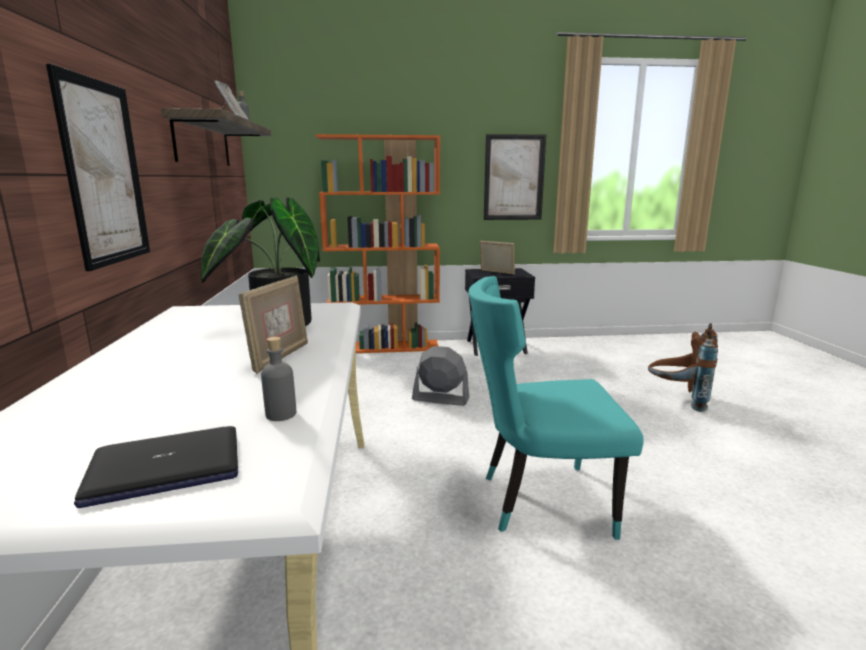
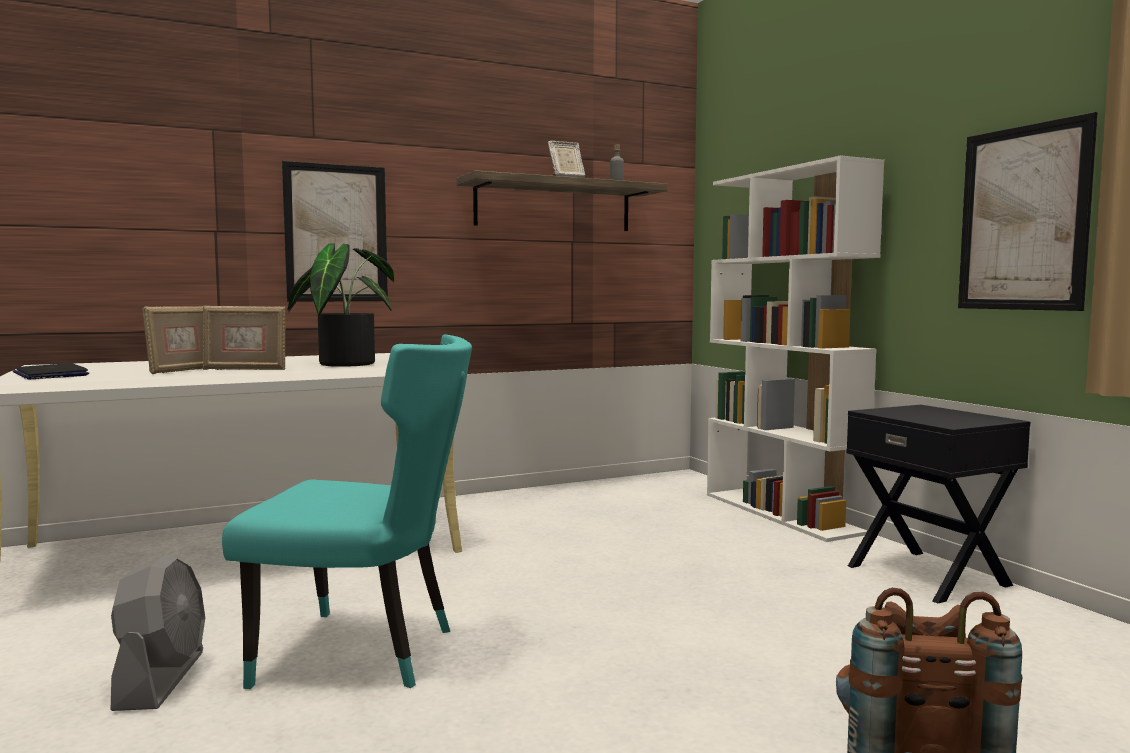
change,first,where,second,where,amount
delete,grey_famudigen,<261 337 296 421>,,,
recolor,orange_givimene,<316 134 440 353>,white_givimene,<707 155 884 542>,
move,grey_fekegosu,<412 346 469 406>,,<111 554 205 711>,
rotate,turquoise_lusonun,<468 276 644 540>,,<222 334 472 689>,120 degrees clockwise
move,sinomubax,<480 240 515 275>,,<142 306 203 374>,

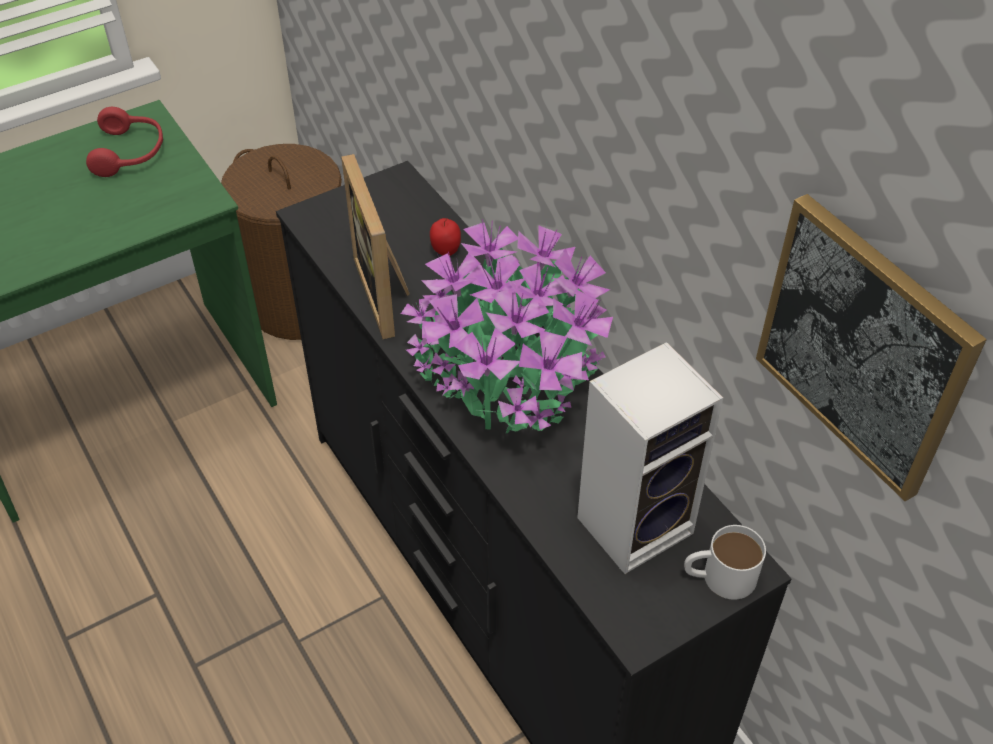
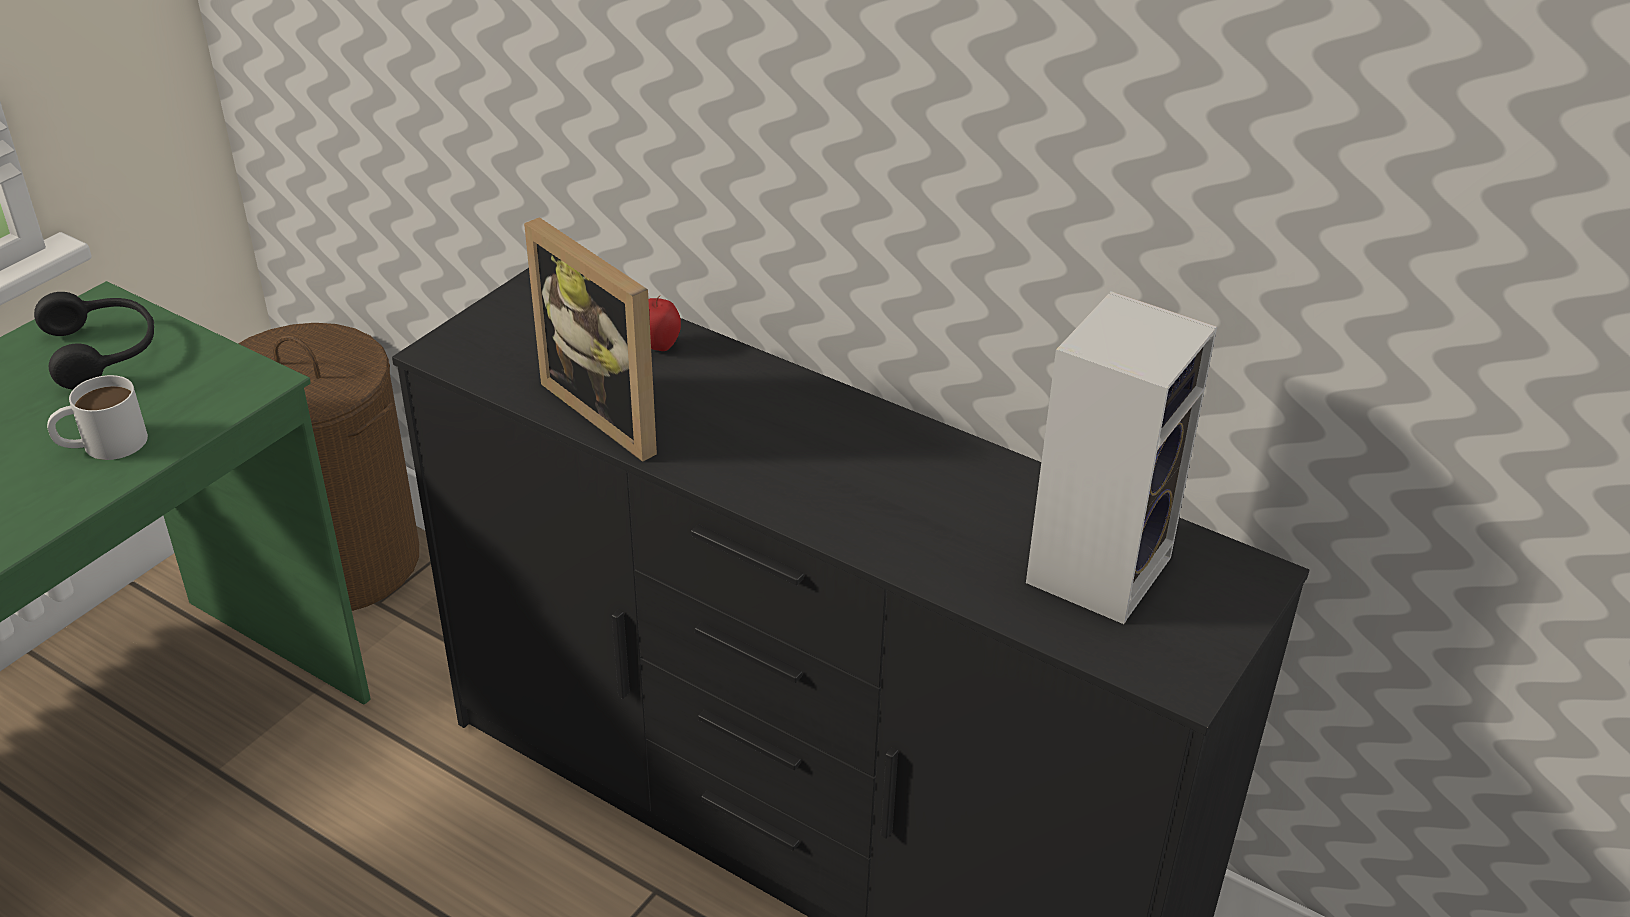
change,first,where,second,where,amount
recolor,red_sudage,<86 107 163 177>,black_sudage,<34 292 154 389>,
delete,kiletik,<401 219 613 434>,,,
move,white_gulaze,<684 525 766 600>,,<47 375 148 460>,
delete,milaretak,<756 194 987 501>,,,

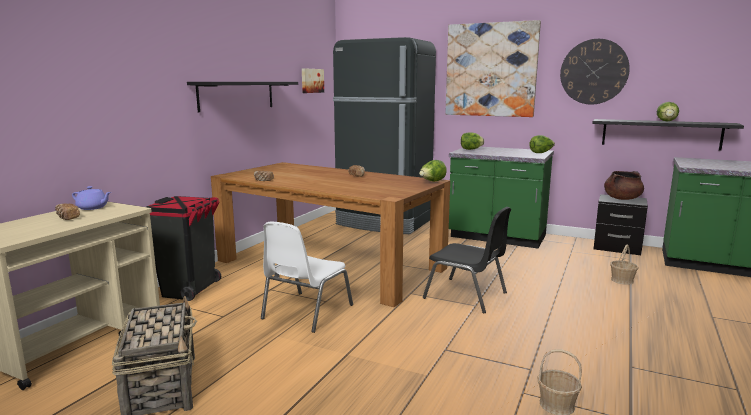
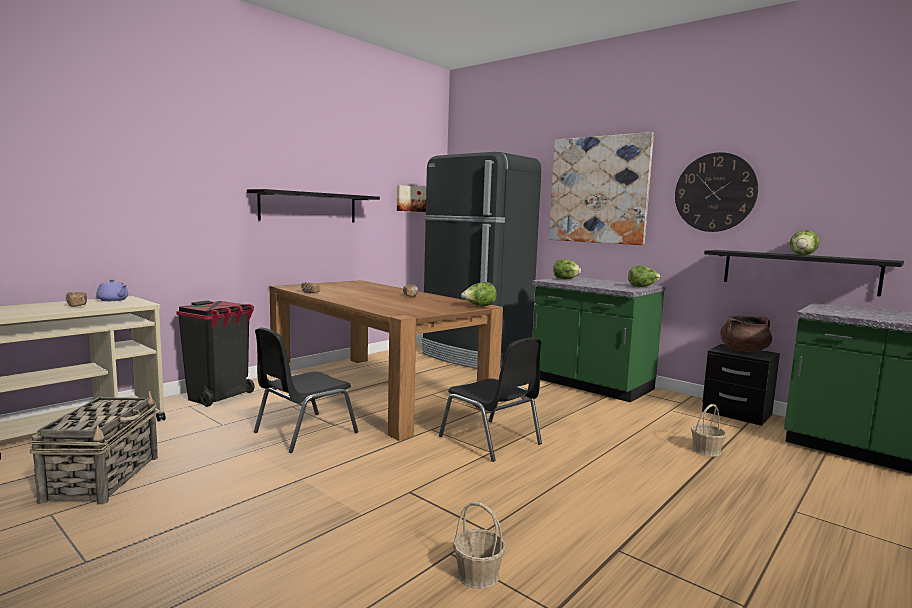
change,first,where,second,where,amount
recolor,white_lusonun,<261 222 353 333>,black_lusonun,<254 327 358 453>,

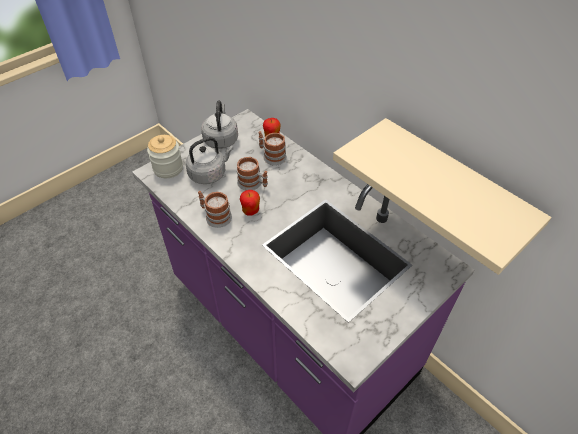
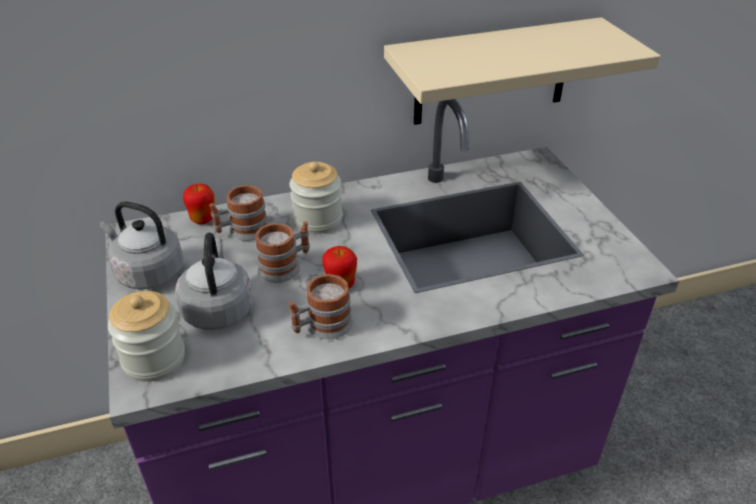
change,first,where,second,where,amount
insert,,,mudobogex,<289 162 342 234>,

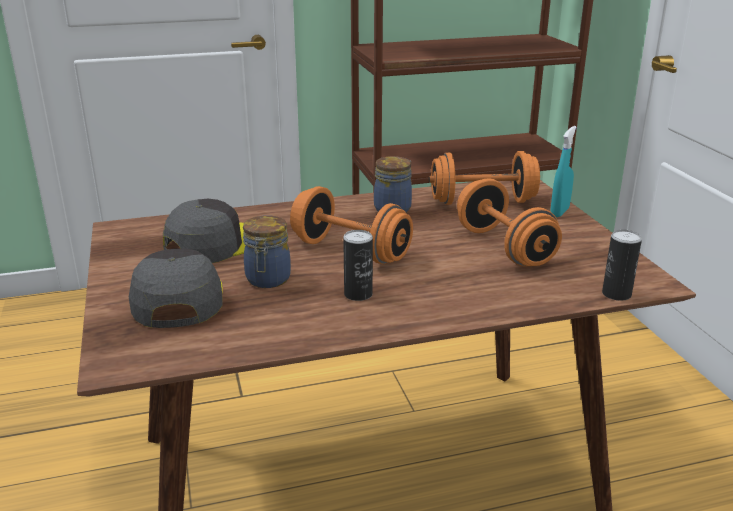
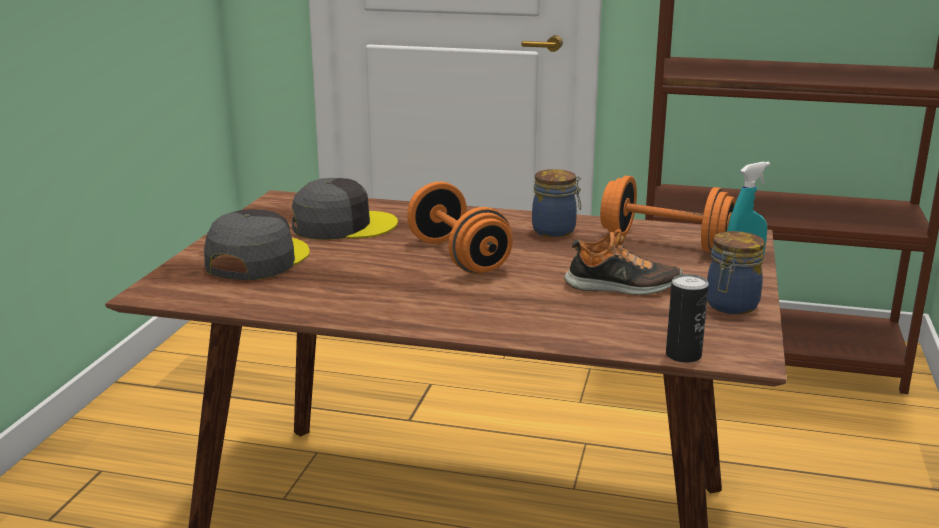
change,first,where,second,where,amount
move,mudobogex,<243 215 291 288>,,<707 231 765 314>,
delete,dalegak,<343 230 373 301>,,,
replace,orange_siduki,<457 178 562 267>,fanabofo,<564 229 683 295>,

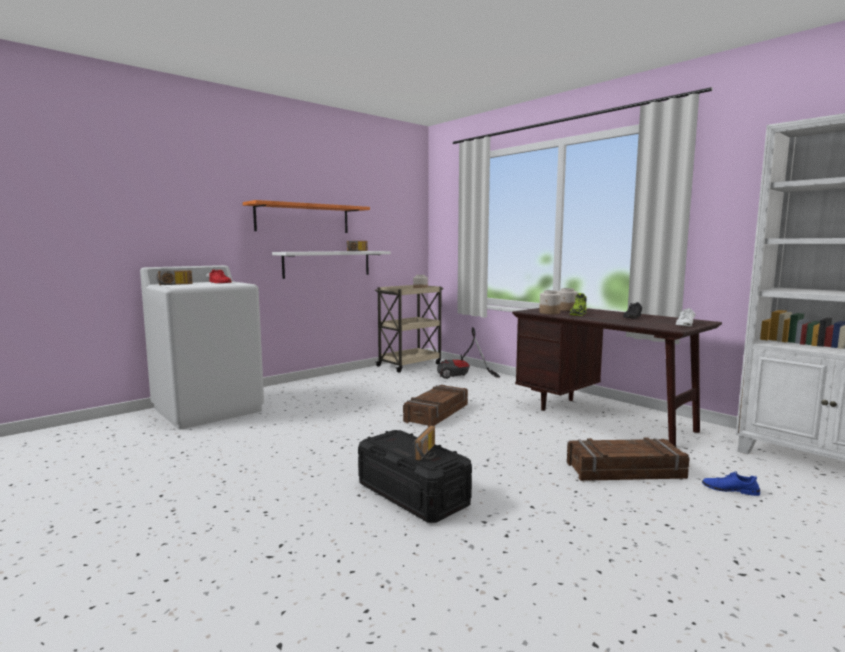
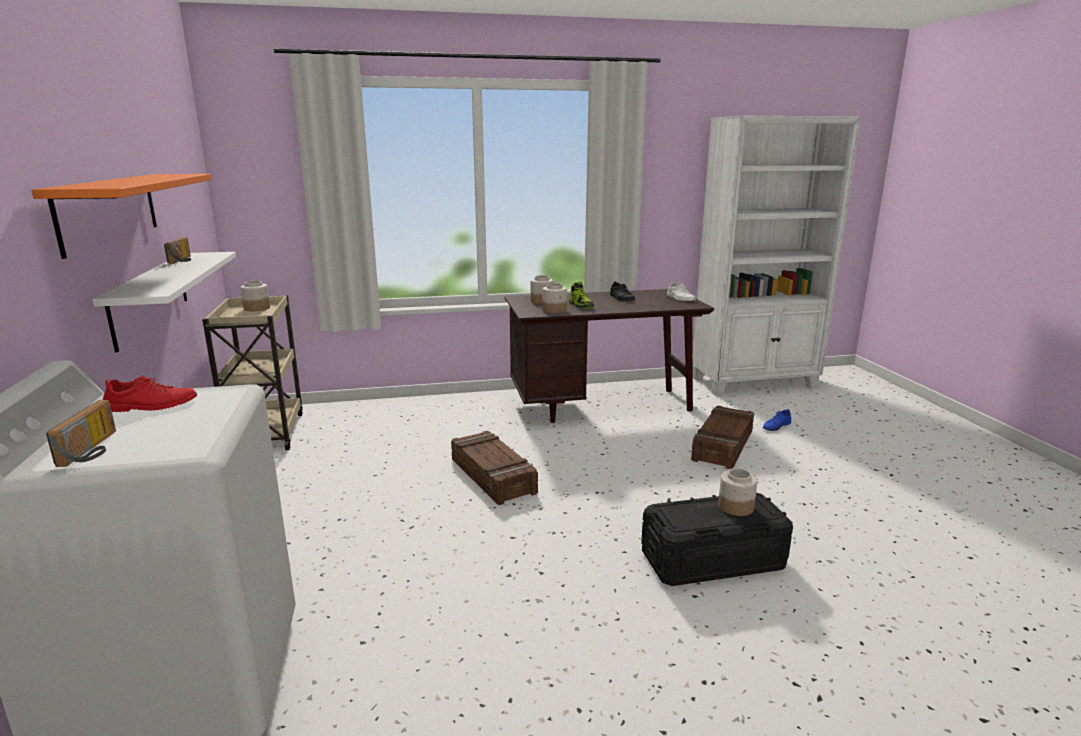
change,first,where,second,where,amount
replace,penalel,<414 426 436 461>,mudobogex,<718 468 757 516>,
delete,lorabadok,<437 327 500 379>,,,

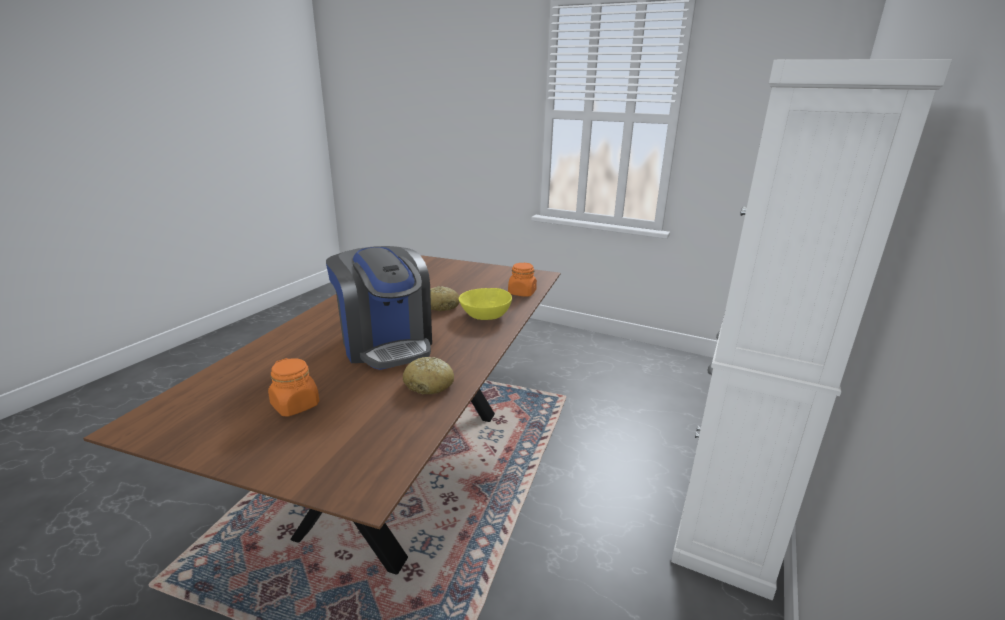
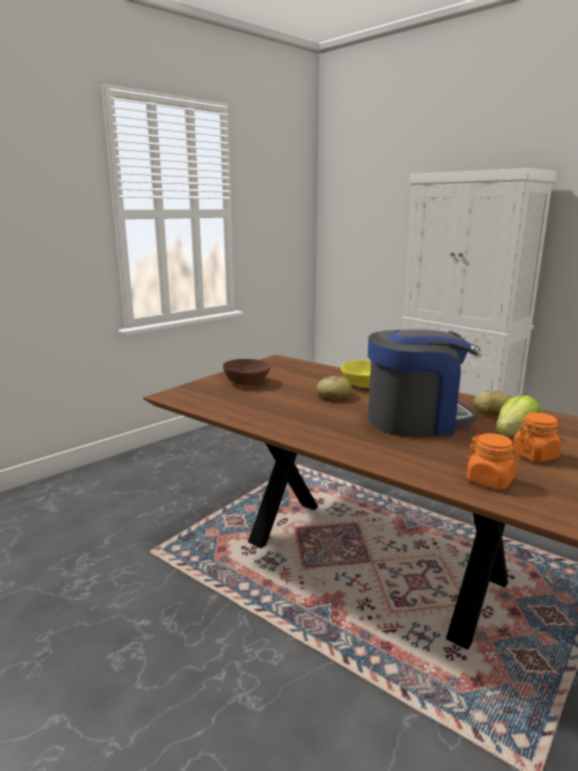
change,first,where,second,where,amount
move,orange_mudobogex,<508 263 537 297>,,<466 433 522 490>,
insert,,,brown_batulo,<223 359 271 385>,
insert,,,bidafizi,<496 395 542 437>,

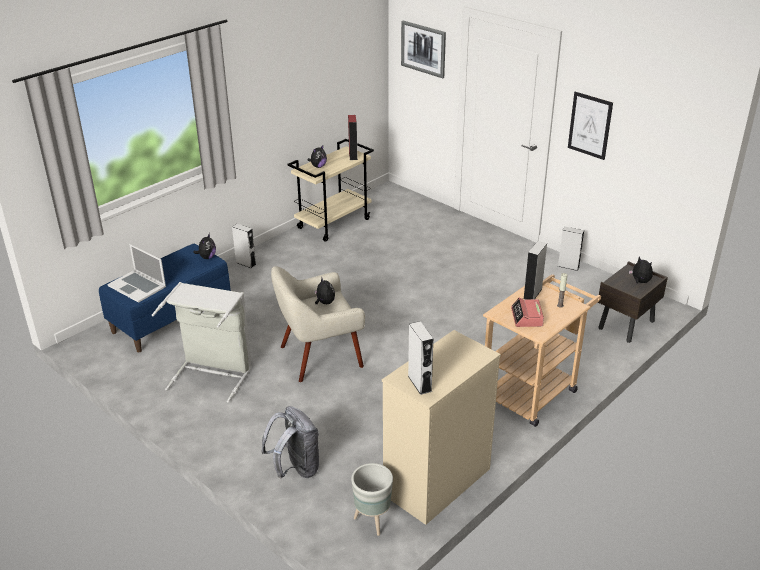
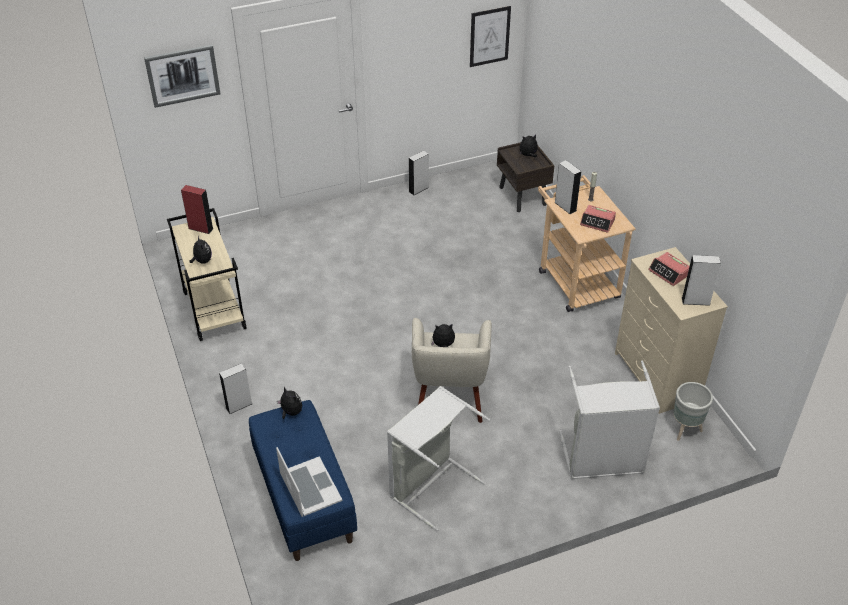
change,first,where,second,where,amount
rotate,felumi,<107 244 166 303>,,<276 447 343 517>,90 degrees counterclockwise
replace,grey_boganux,<261 406 320 479>,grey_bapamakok,<559 361 660 480>,
move,milaretak,<568 92 613 160>,,<470 6 511 67>,
insert,,,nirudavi,<648 252 689 286>,

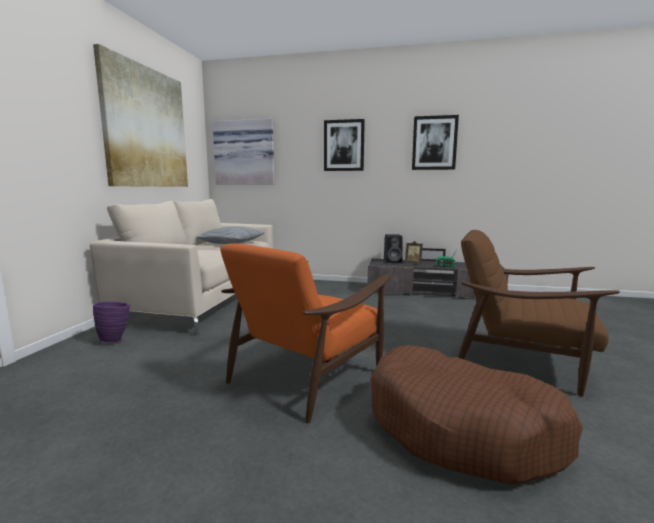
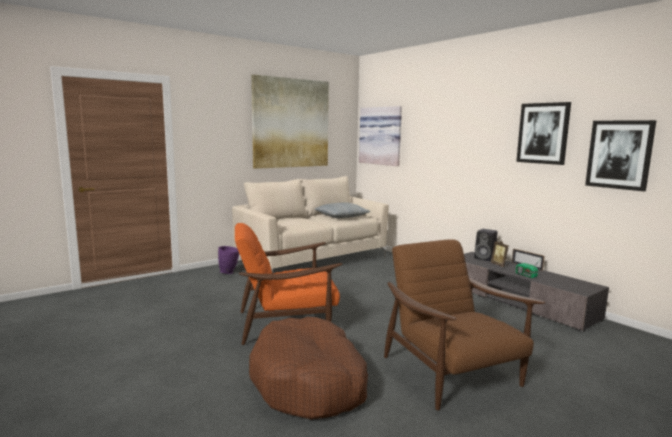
change,first,where,second,where,amount
move,milaretak,<324 119 365 171>,,<585 120 656 191>,

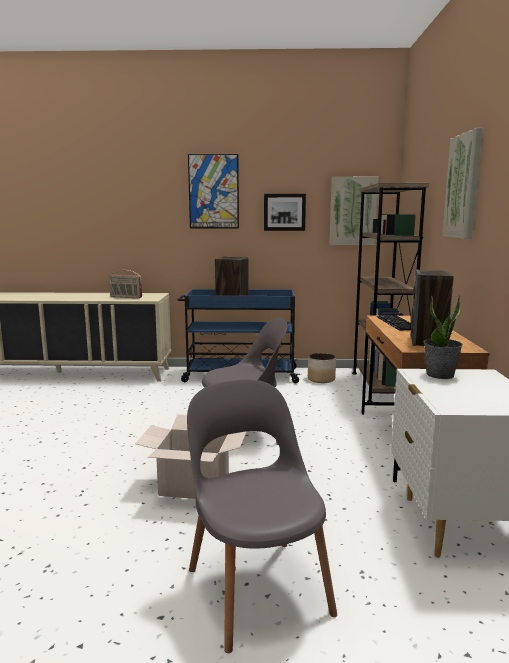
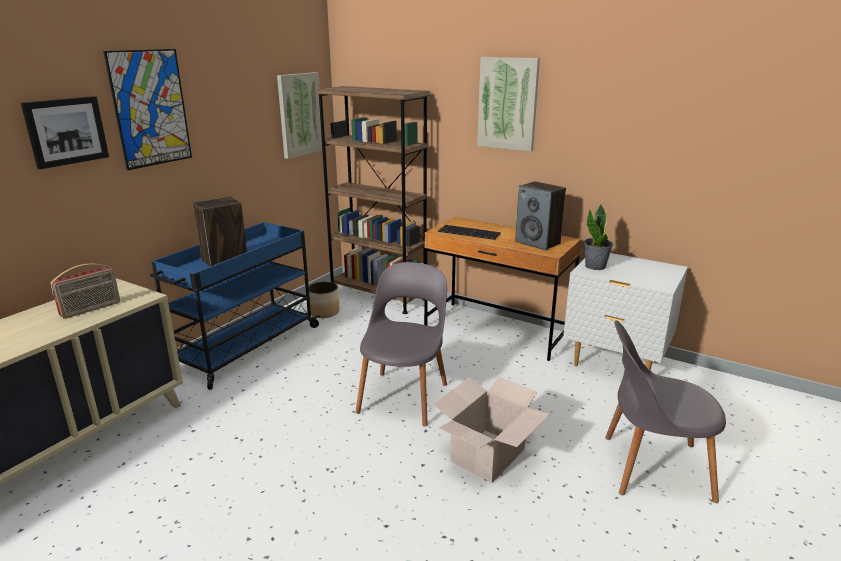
change,first,where,second,where,amount
move,milaretak,<264 194 306 231>,,<21 96 109 169>,

